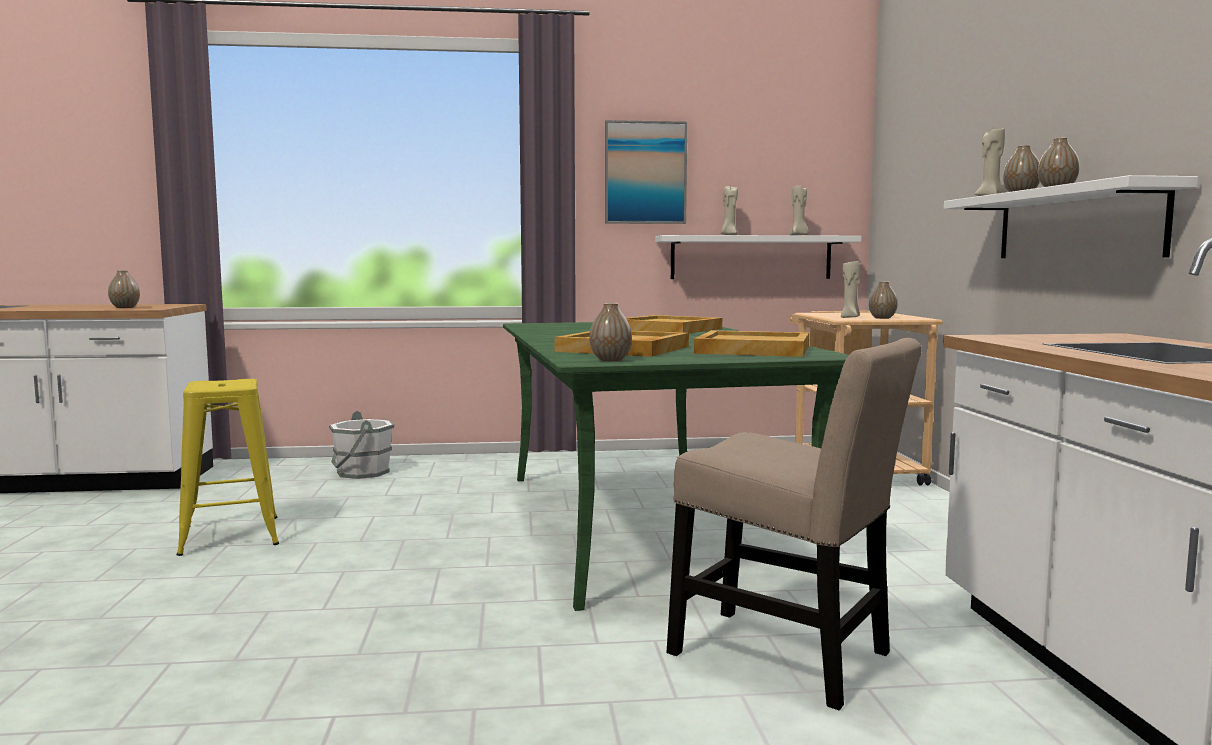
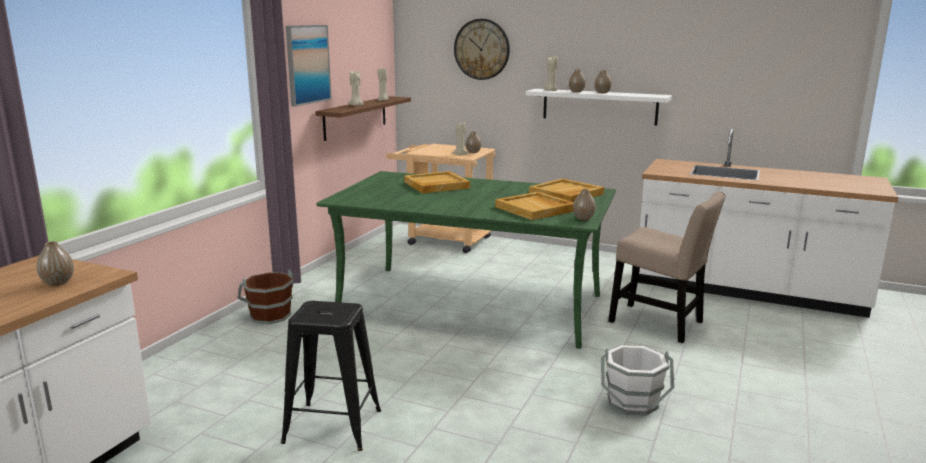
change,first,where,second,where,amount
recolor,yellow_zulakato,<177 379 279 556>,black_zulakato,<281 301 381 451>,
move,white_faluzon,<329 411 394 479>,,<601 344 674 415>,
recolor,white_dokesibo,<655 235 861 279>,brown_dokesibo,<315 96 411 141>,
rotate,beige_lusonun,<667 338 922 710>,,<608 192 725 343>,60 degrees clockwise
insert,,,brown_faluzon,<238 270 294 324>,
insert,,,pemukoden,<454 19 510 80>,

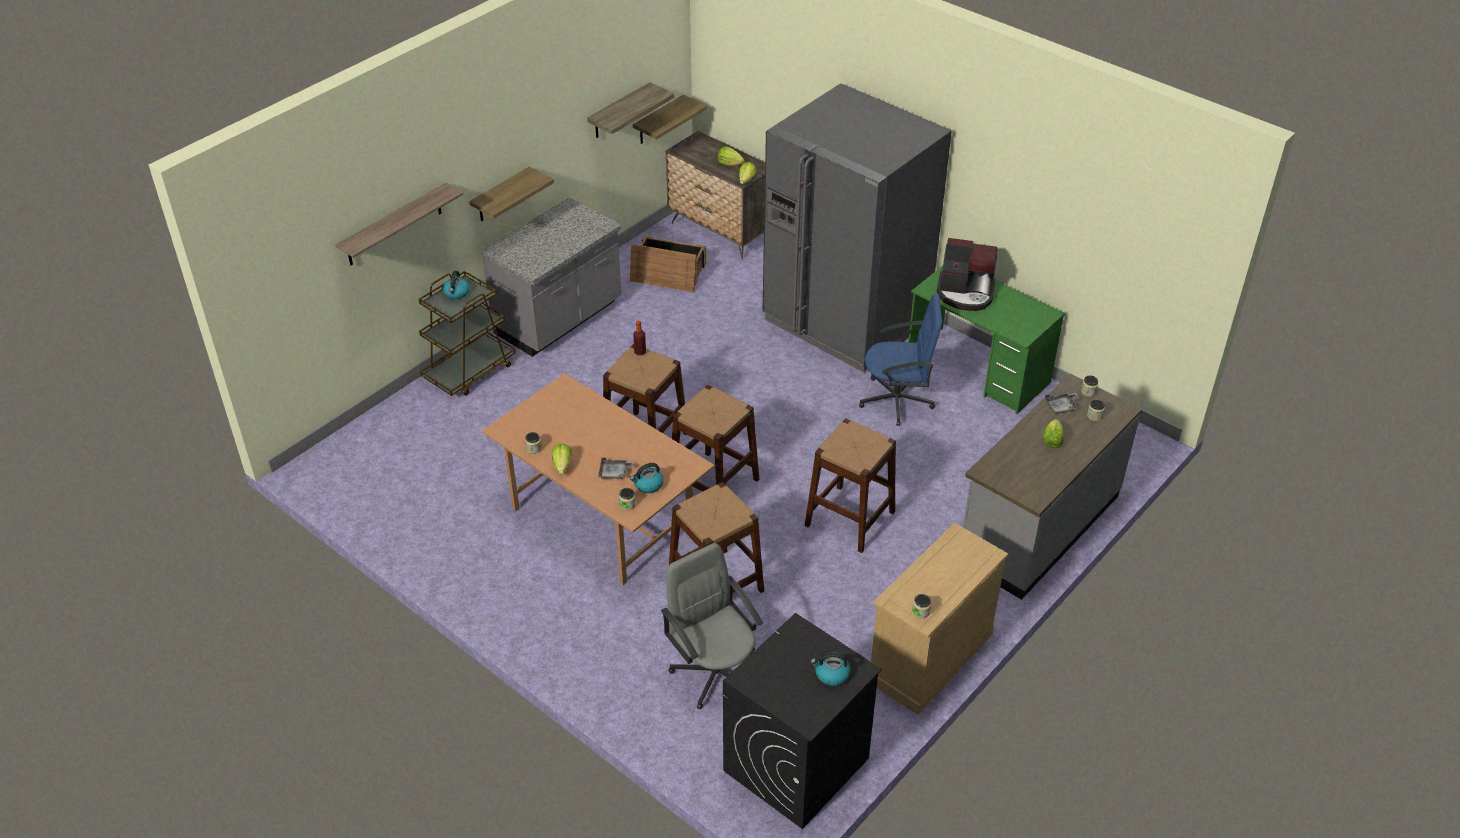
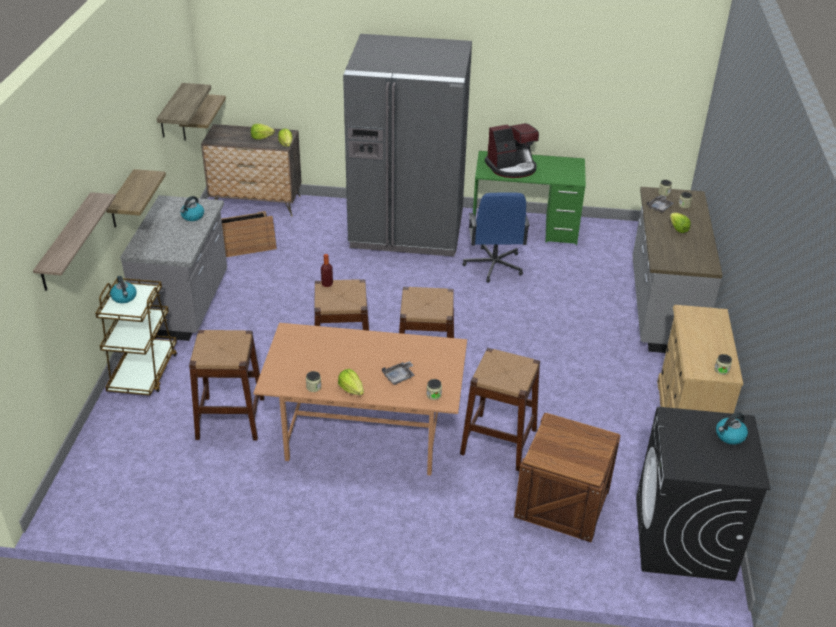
change,first,where,second,where,amount
move,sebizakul,<630 463 664 493>,,<180 196 204 221>,
replace,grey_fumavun,<661 543 763 709>,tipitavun,<514 413 621 542>,
move,brown_zulakato,<804 418 896 553>,,<189 330 265 441>,
rotate,blue_fumavun,<859 293 942 426>,,<463 193 530 283>,120 degrees clockwise

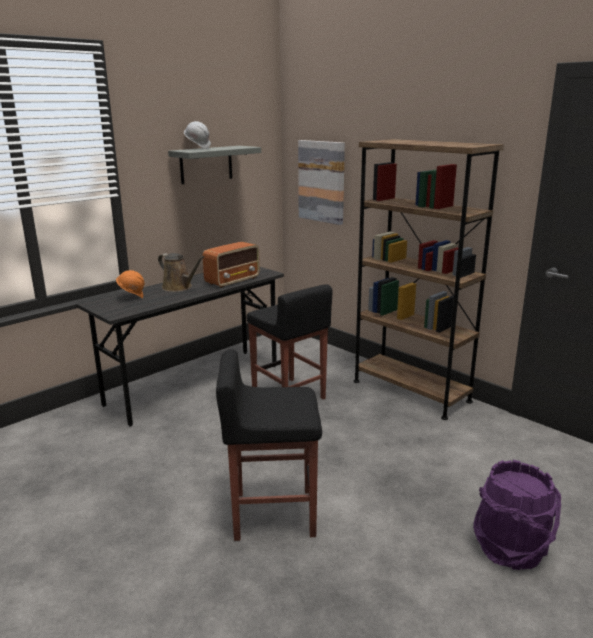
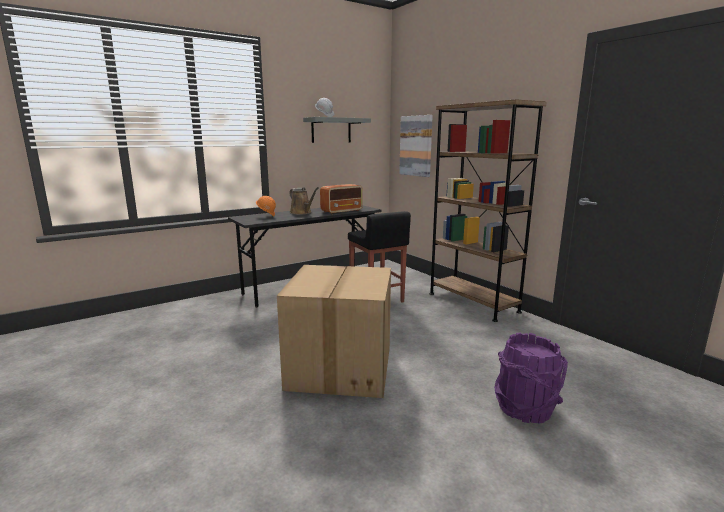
change,first,where,second,where,amount
replace,black_zulakato,<216 349 322 541>,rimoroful,<277 265 391 398>,

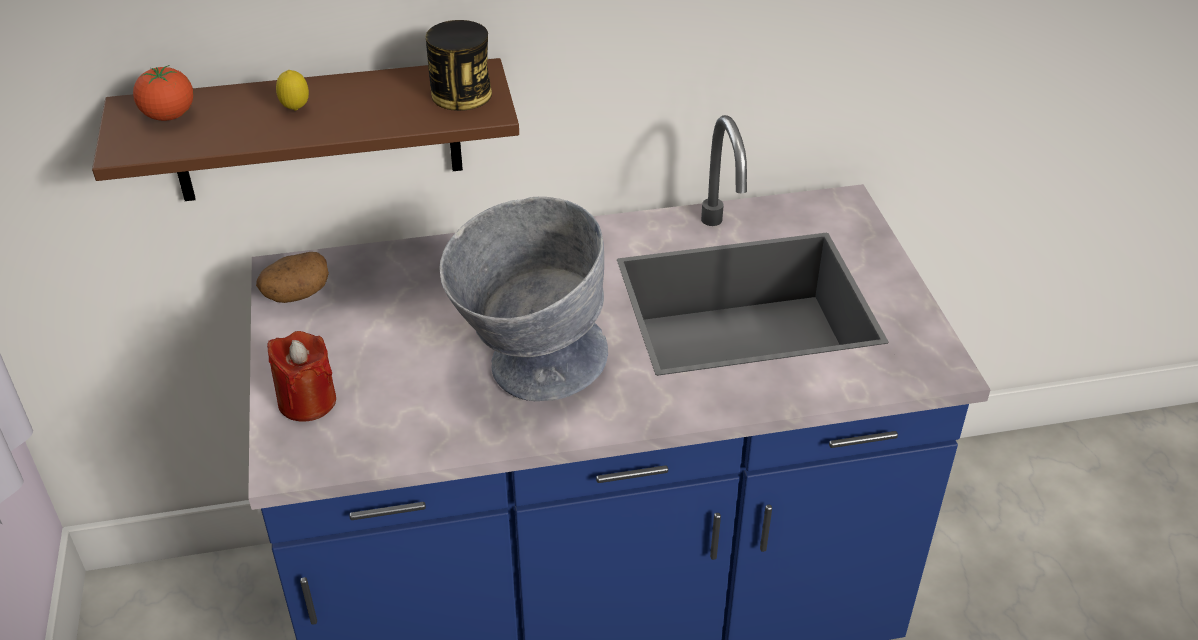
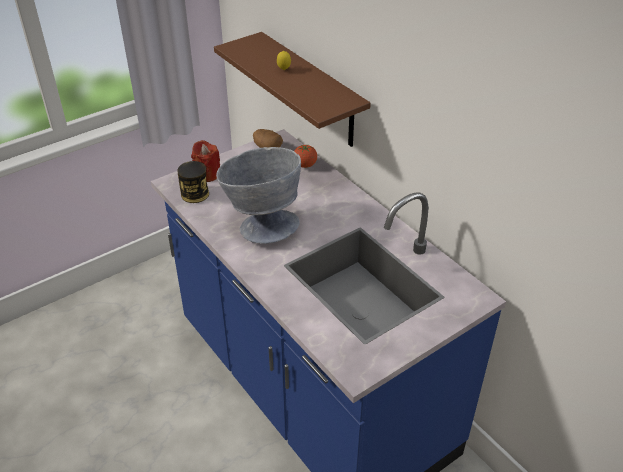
change,first,where,second,where,amount
move,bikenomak,<133 65 194 121>,,<294 145 317 168>,
move,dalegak,<426 20 492 111>,,<177 161 209 203>,

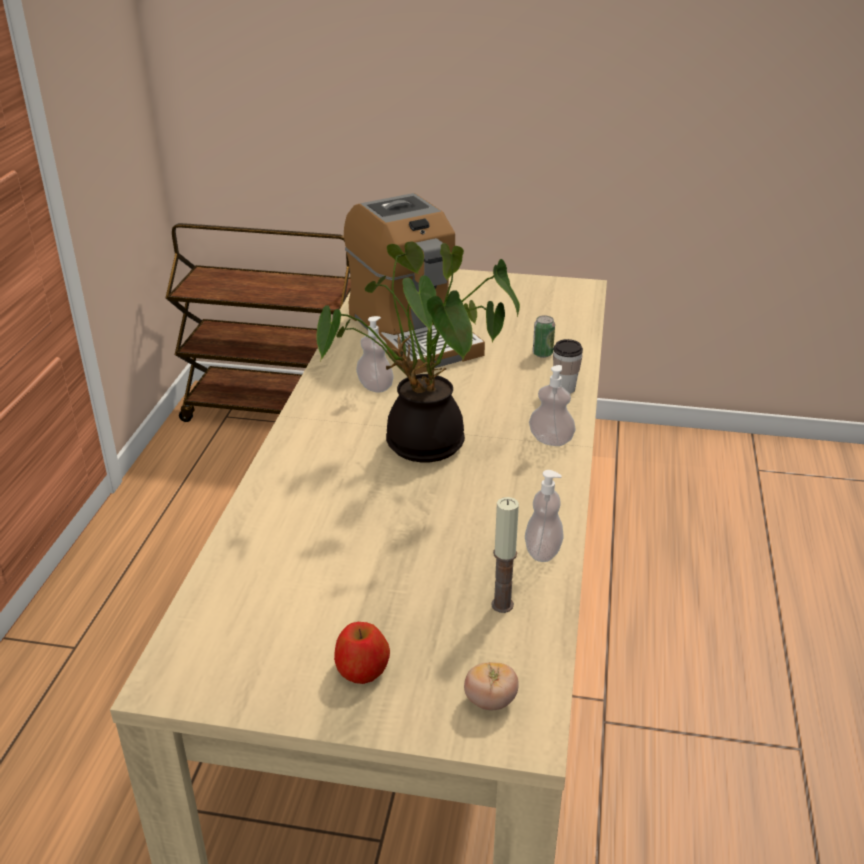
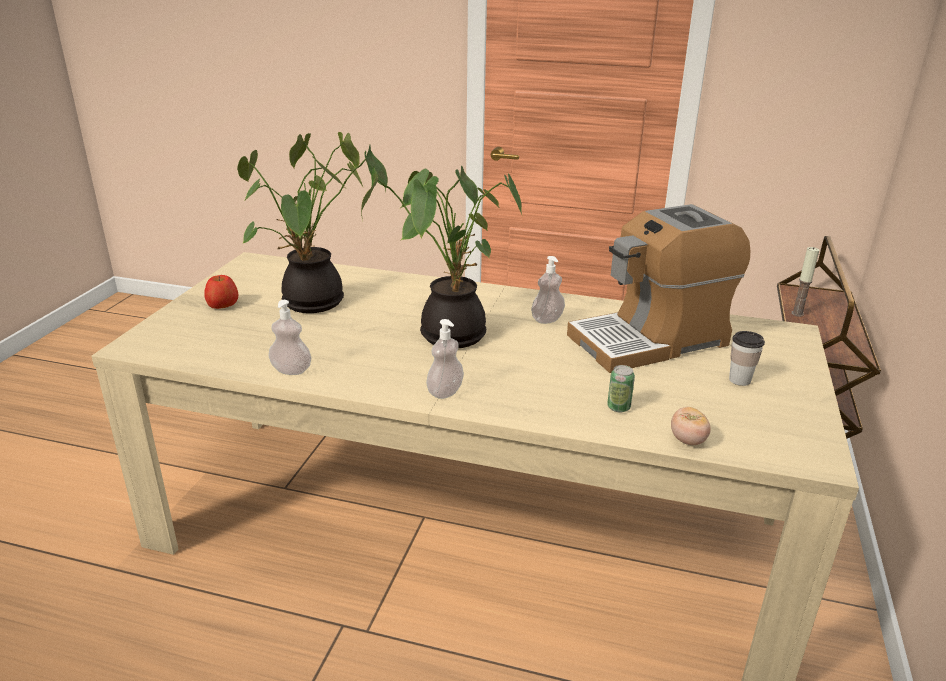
change,first,where,second,where,amount
move,bikenomak,<464 662 519 710>,,<671 407 711 445>,
move,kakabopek,<491 497 519 613>,,<791 247 819 317>,
move,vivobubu,<553 339 583 394>,,<729 331 765 386>,
insert,,,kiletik,<237 132 388 313>,

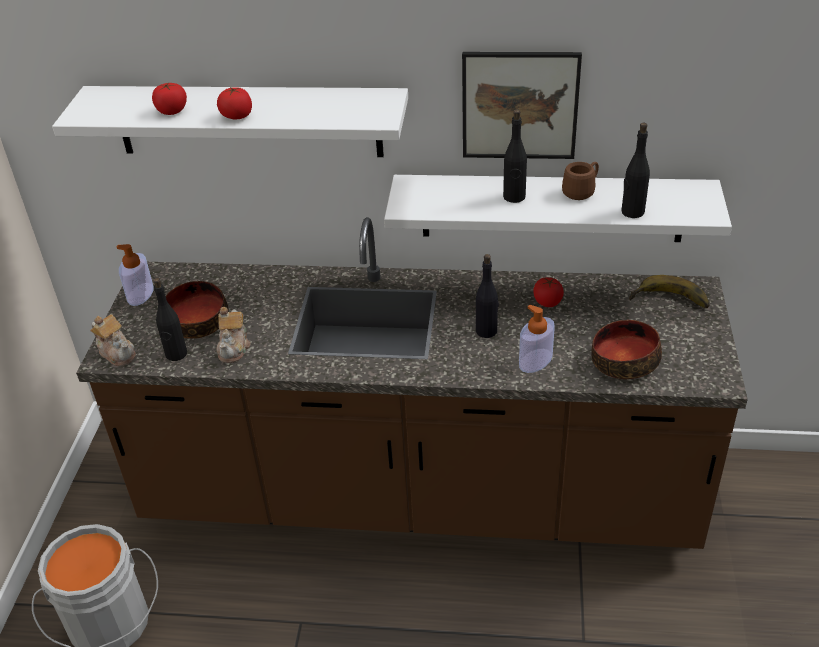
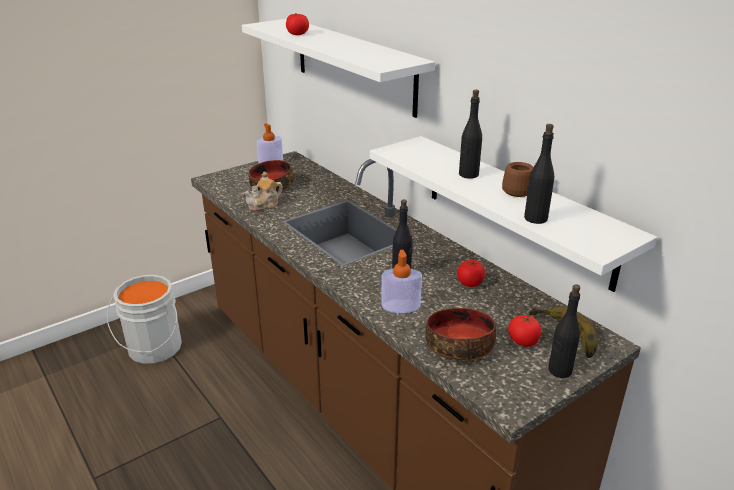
change,first,where,second,where,amount
delete,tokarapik,<90 314 136 366>,,,
move,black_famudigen,<153 278 187 361>,,<548 284 580 378>,
move,bikenomak,<217 87 252 119>,,<508 315 541 347>,
delete,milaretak,<462 52 582 159>,,,

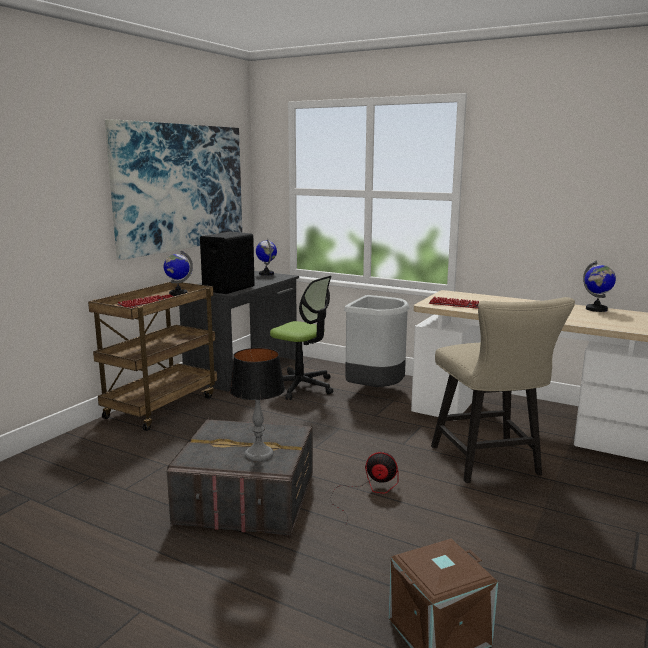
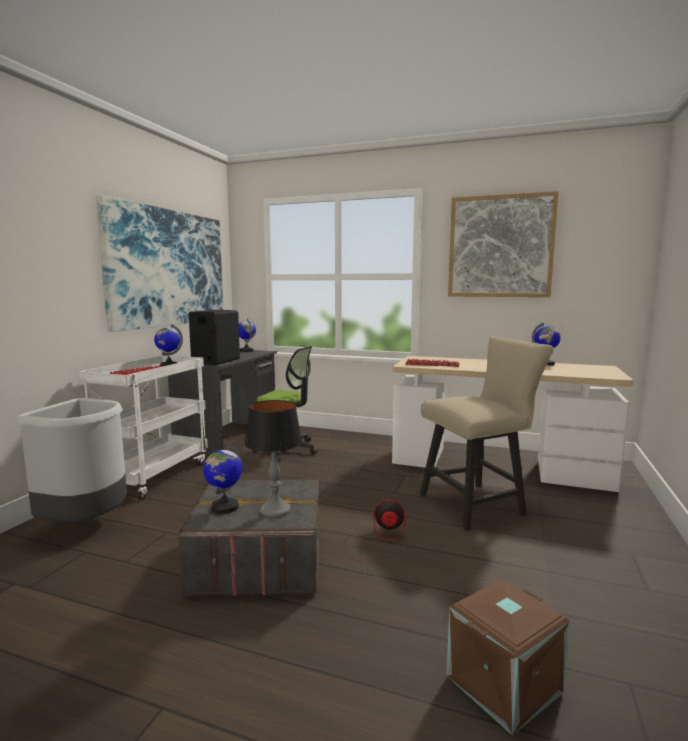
change,first,where,second,where,amount
recolor,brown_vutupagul,<88 282 217 431>,white_vutupagul,<78 355 208 500>,
move,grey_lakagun,<344 295 410 387>,,<16 398 127 523>,
rotate,beige_lusonun,<431 297 575 483>,,<420 337 553 531>,90 degrees counterclockwise
insert,,,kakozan,<203 444 242 514>,
insert,,,milaretak,<448 191 559 297>,

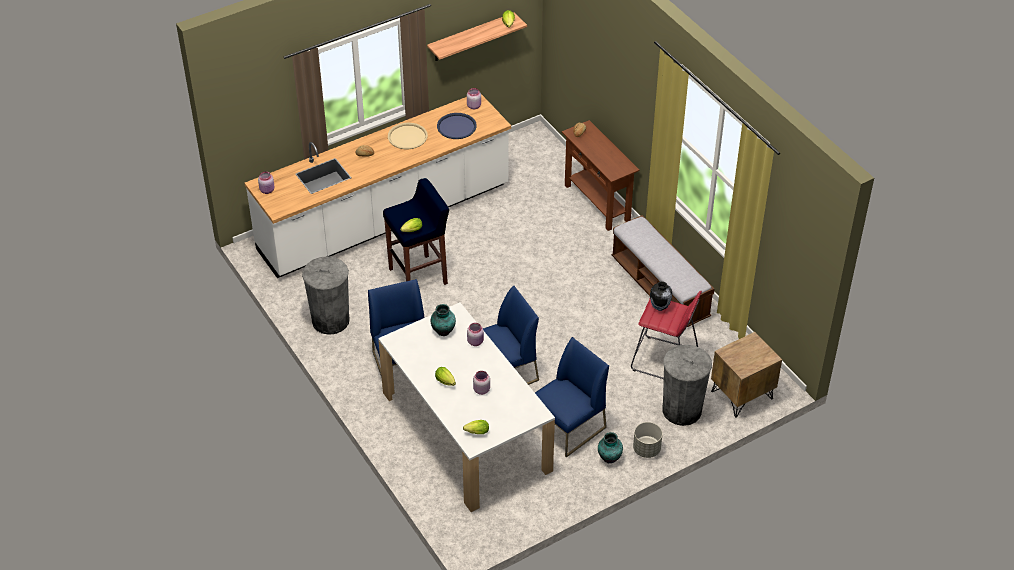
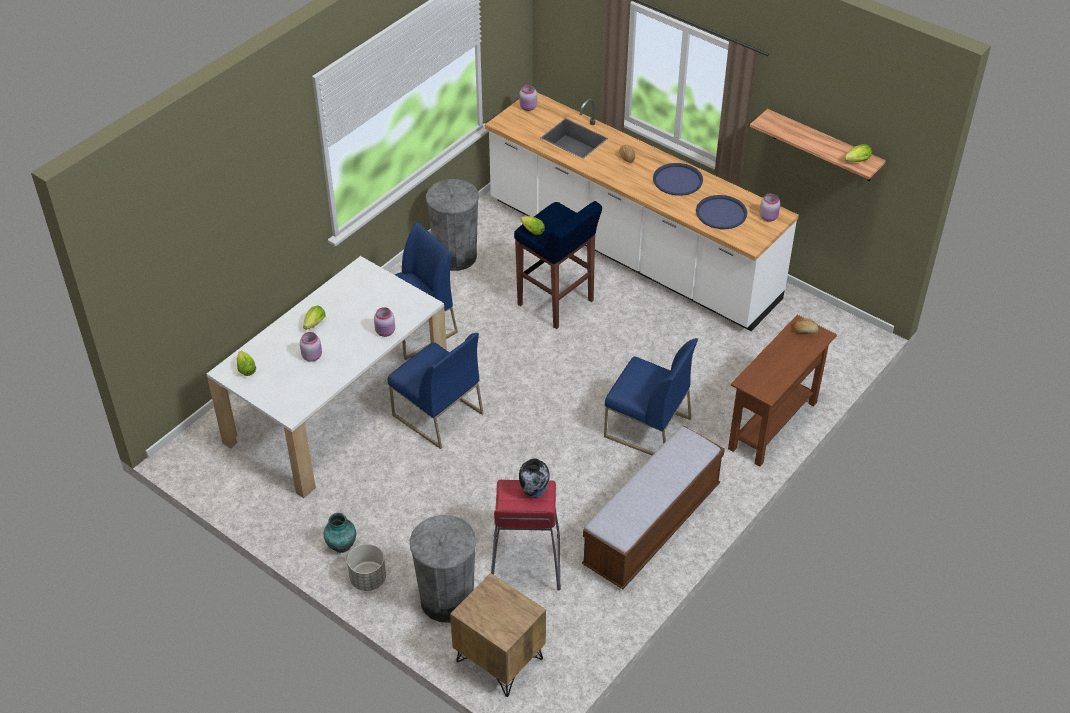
change,first,where,second,where,amount
recolor,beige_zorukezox,<388 123 428 149>,blue_zorukezox,<653 163 703 196>,
delete,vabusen,<431 304 456 336>,,,
move,blue_lusonun,<535 337 609 457>,,<604 338 698 456>,

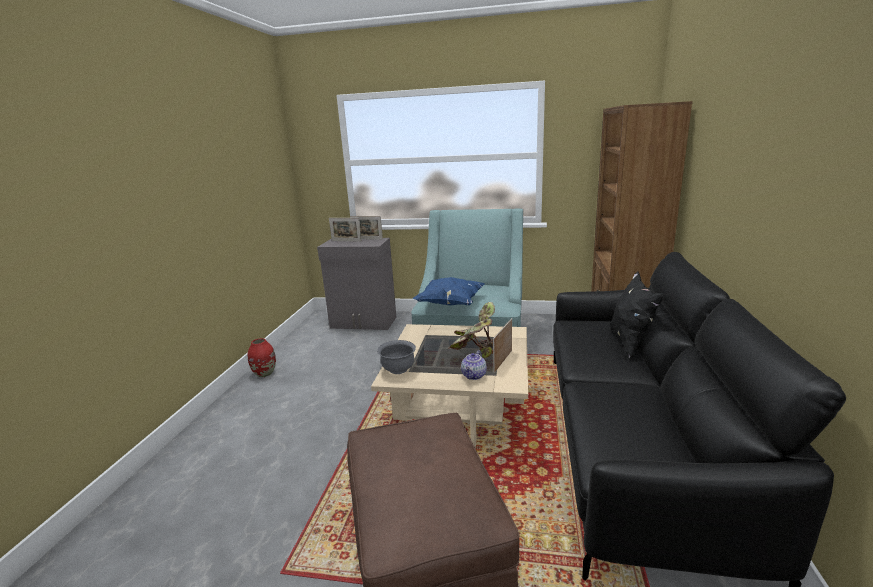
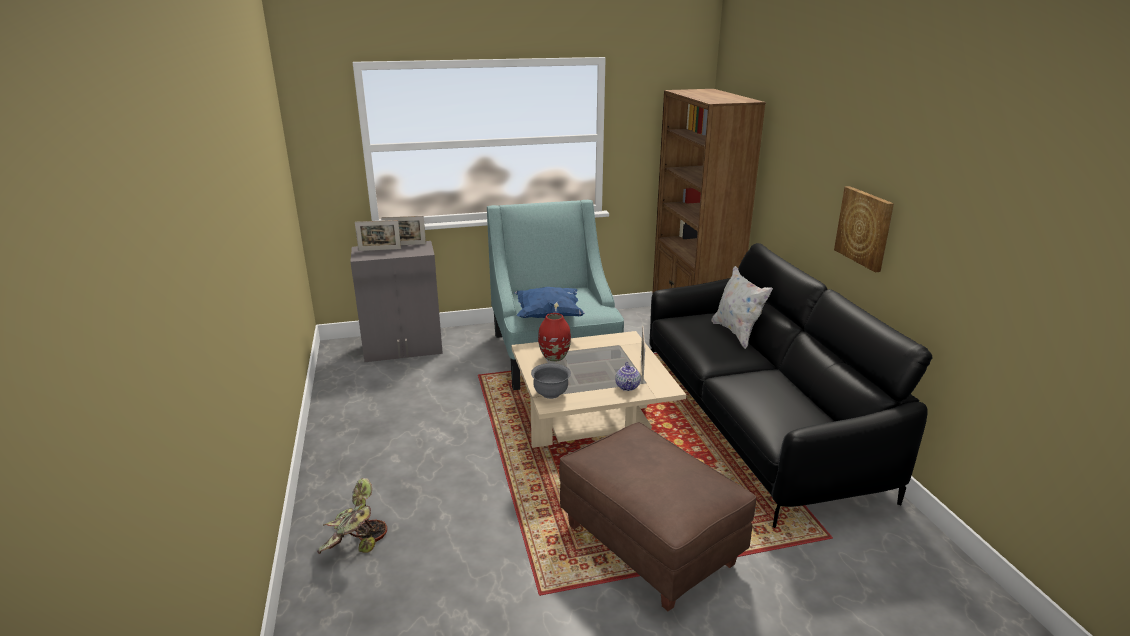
change,first,where,second,where,amount
move,red_vabusen,<247 338 276 377>,,<538 313 571 362>,
move,kiletik,<448 302 495 358>,,<317 478 387 554>,
recolor,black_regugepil,<610 271 664 359>,white_regugepil,<712 266 773 349>,
insert,,,milaretak,<834 186 894 272>,

